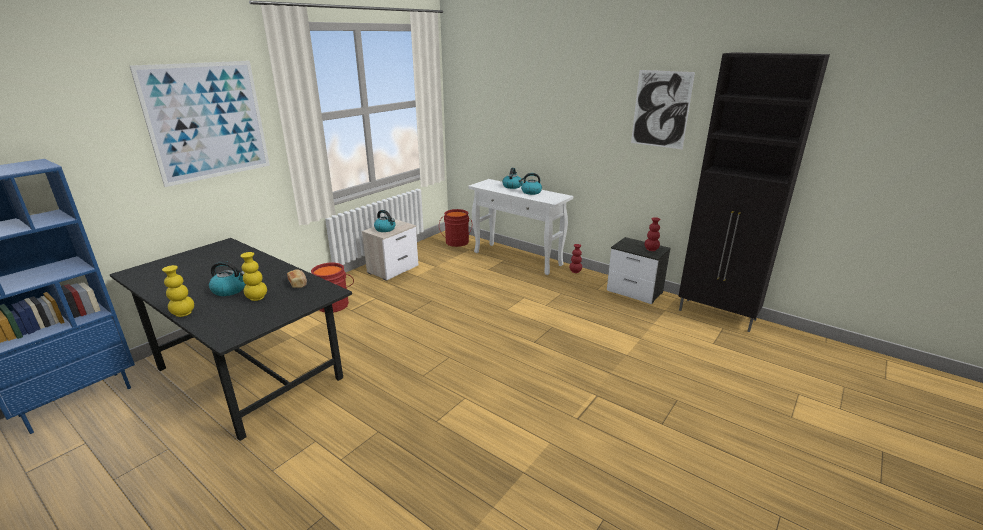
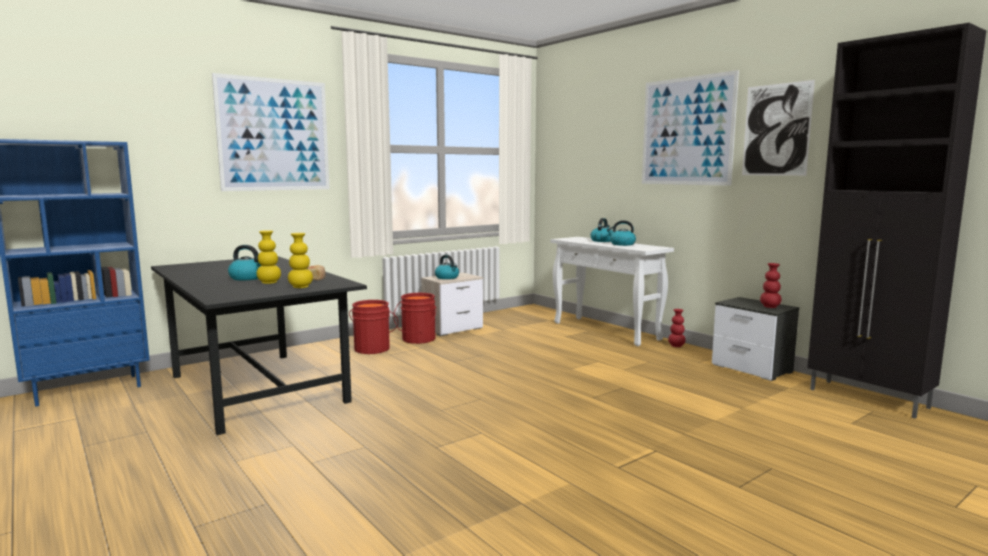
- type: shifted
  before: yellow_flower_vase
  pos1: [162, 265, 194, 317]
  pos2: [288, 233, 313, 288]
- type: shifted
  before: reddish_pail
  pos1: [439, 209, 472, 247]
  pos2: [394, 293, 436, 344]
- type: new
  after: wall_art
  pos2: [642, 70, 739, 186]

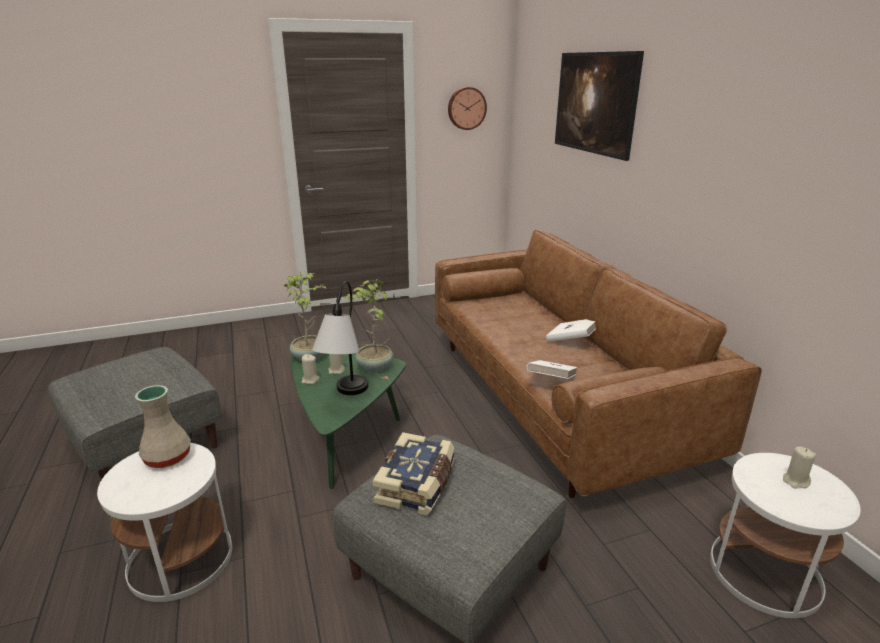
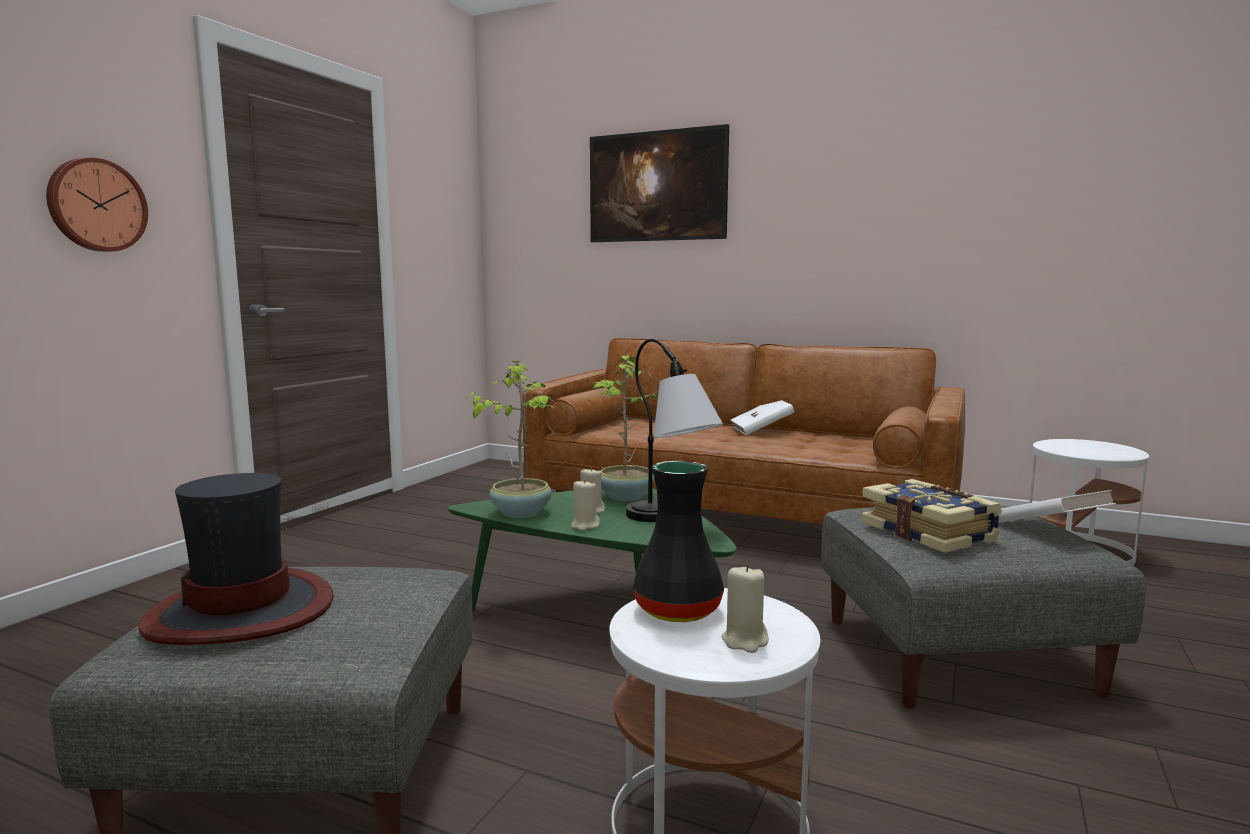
- type: repainted
  before: sand-coloured_flower_vase
  after: black-coloured_flower_vase
  pos1: [135, 385, 191, 468]
  pos2: [633, 461, 724, 622]
- type: shifted
  before: hanging_clock
  pos1: [448, 87, 487, 130]
  pos2: [46, 157, 148, 252]
- type: shifted
  before: whitish_book
  pos1: [527, 360, 578, 379]
  pos2: [998, 490, 1116, 523]
- type: shifted
  before: sand-coloured_wax_candle
  pos1: [783, 447, 816, 489]
  pos2: [722, 564, 769, 653]
- type: new
  after: hat
  pos2: [138, 473, 334, 645]

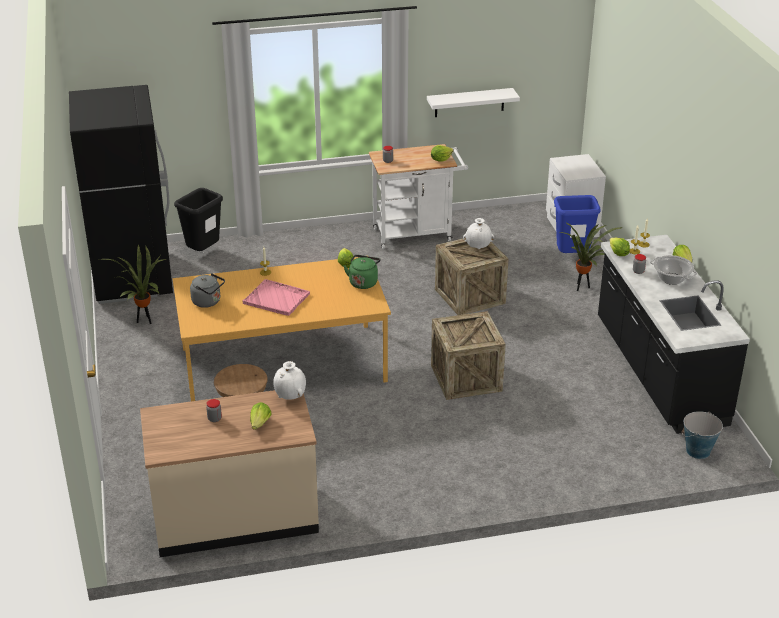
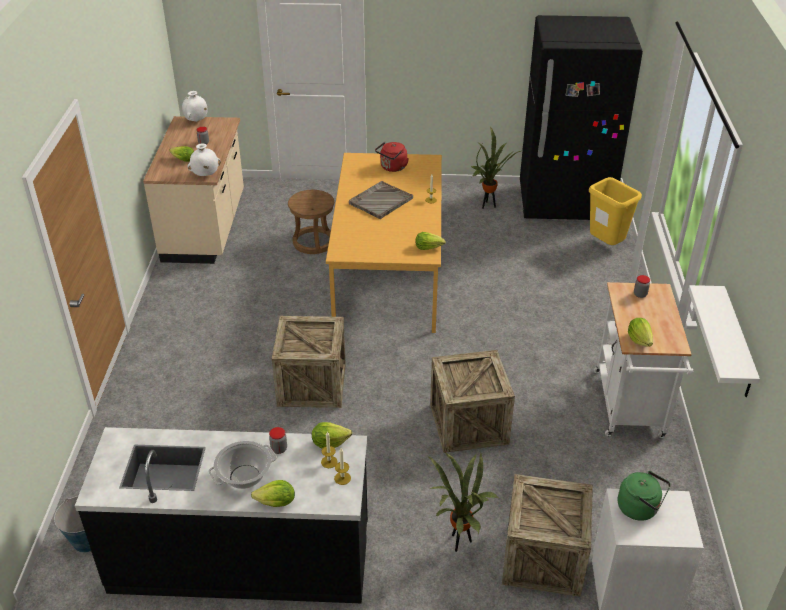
- type: repainted
  before: black-coloured_trash_can
  after: yellow_trash_can
  pos1: [174, 188, 223, 251]
  pos2: [589, 177, 642, 245]
- type: repainted
  before: greyish_water_kettle
  after: reddish_water_kettle
  pos1: [190, 273, 225, 308]
  pos2: [375, 142, 409, 172]
- type: repainted
  before: pink_serving_tray
  after: greyish_serving_tray
  pos1: [243, 279, 310, 316]
  pos2: [349, 181, 413, 219]
- type: shifted
  before: green-coloured_water_kettle
  pos1: [343, 255, 381, 289]
  pos2: [618, 471, 671, 521]
- type: shifted
  before: whitish_flower_vase
  pos1: [463, 218, 494, 249]
  pos2: [182, 91, 207, 122]
- type: swapped
  before: bluish_trash_can
  after: packing_crate
  pos1: [554, 195, 601, 253]
  pos2: [502, 474, 593, 597]

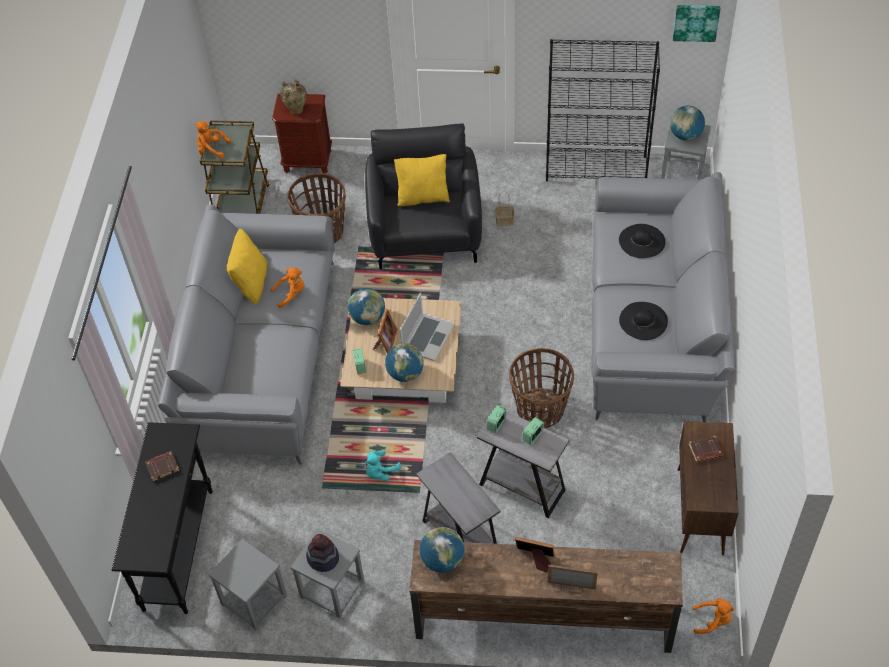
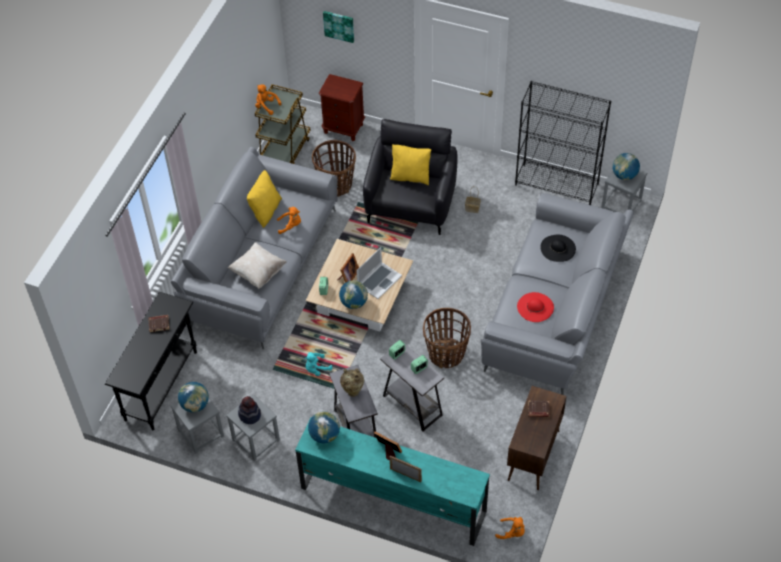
- type: shifted
  before: sand-coloured_flower_vase
  pos1: [280, 79, 307, 114]
  pos2: [340, 368, 364, 397]
- type: shifted
  before: world_globe
  pos1: [348, 288, 385, 325]
  pos2: [178, 382, 209, 412]
- type: repainted
  before: brown-coloured_tv_unit
  after: turquoise-coloured_tv_unit
  pos1: [409, 540, 683, 653]
  pos2: [295, 417, 490, 546]
- type: repainted
  before: black-coloured_hat
  after: reddish_hat
  pos1: [619, 302, 668, 340]
  pos2: [517, 292, 554, 322]
- type: shifted
  before: wall_art
  pos1: [673, 5, 720, 42]
  pos2: [323, 11, 354, 43]
- type: new
  after: sand-coloured_cushion
  pos2: [228, 242, 287, 289]

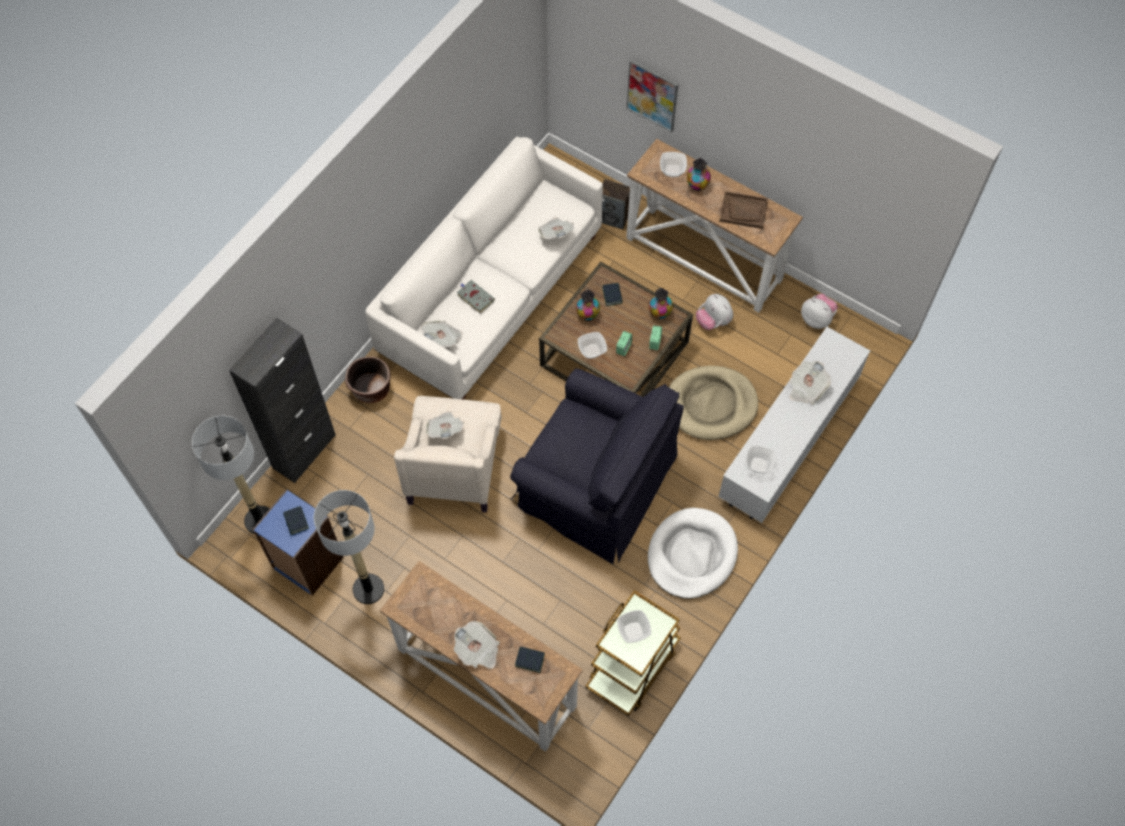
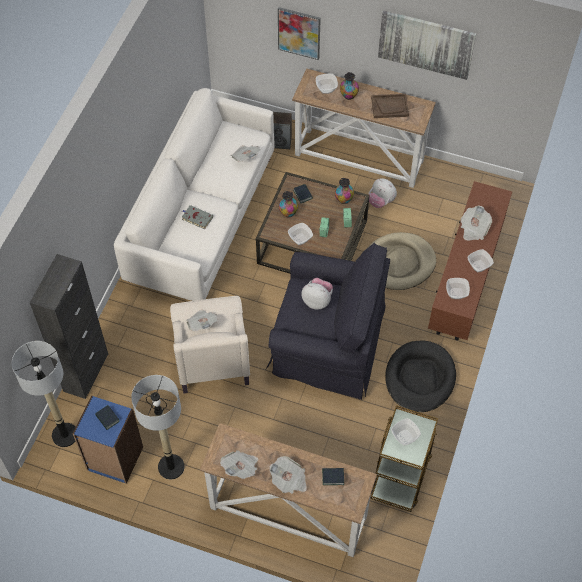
- type: gone
  before: brown-coloured_flower_pot
  pos1: [345, 357, 391, 403]
- type: shifted
  before: newspaper
  pos1: [421, 321, 463, 347]
  pos2: [220, 450, 258, 479]
- type: repainted
  before: whitish_dog_cushion
  after: black-coloured_dog_cushion
  pos1: [648, 508, 738, 599]
  pos2: [385, 341, 456, 412]
- type: repainted
  before: whitish_tv_unit
  after: brown-coloured_tv_unit
  pos1: [718, 327, 870, 523]
  pos2: [428, 181, 512, 340]
- type: shifted
  before: soft_toy
  pos1: [801, 294, 838, 329]
  pos2: [302, 278, 333, 310]
- type: new
  after: wall_art
  pos2: [378, 10, 476, 80]
- type: new
  after: deep_dish
  pos2: [467, 249, 494, 272]

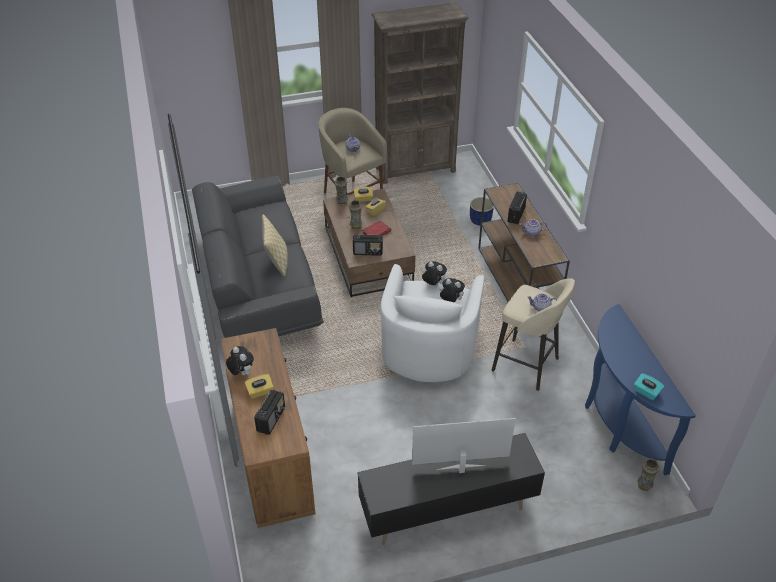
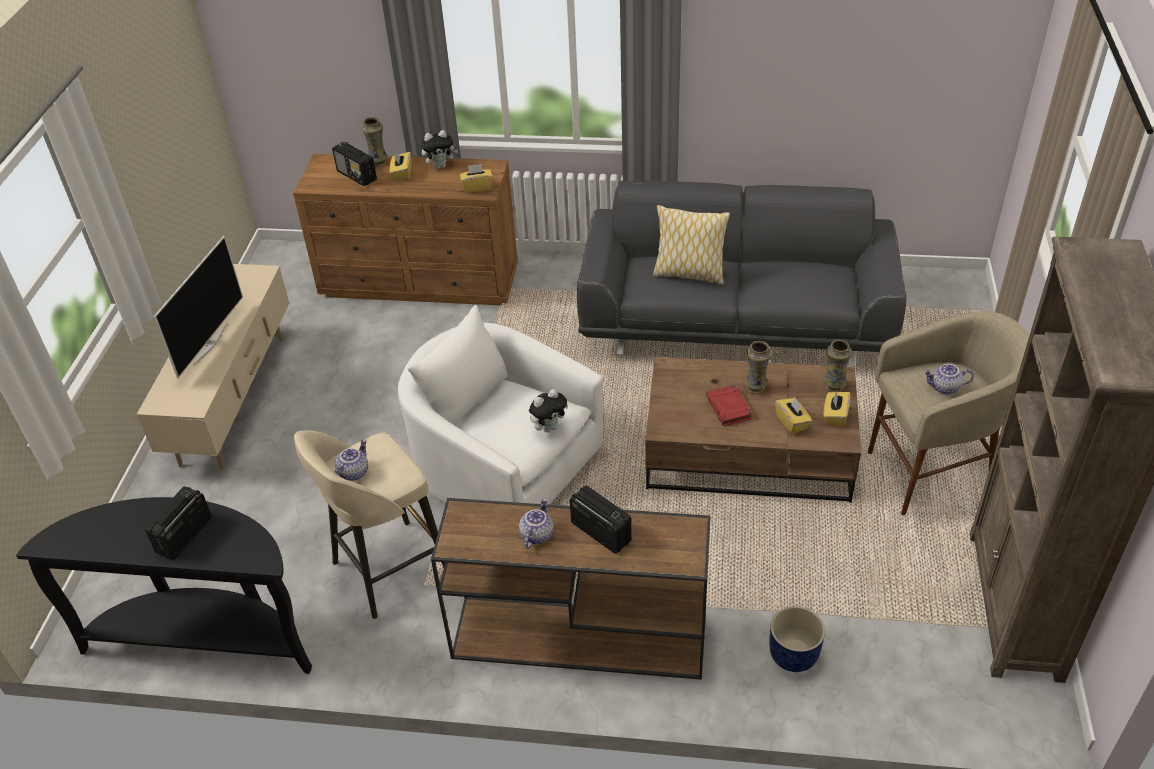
- type: shifted
  before: radio_receiver
  pos1: [353, 234, 383, 256]
  pos2: [145, 486, 212, 560]
- type: repainted
  before: black-coloured_tv_unit
  after: sand-coloured_tv_unit
  pos1: [357, 433, 545, 545]
  pos2: [137, 264, 289, 470]
- type: gone
  before: soft_toy
  pos1: [439, 278, 465, 302]
- type: repainted
  before: bluish_console_table
  after: black-coloured_console_table
  pos1: [585, 304, 696, 475]
  pos2: [16, 497, 312, 674]
- type: gone
  before: turquoise-coloured_tissue_box
  pos1: [634, 373, 664, 400]
- type: shifted
  before: flower_vase
  pos1: [638, 458, 659, 491]
  pos2: [362, 117, 387, 167]
- type: new
  after: yellow_tissue_box
  pos2: [460, 164, 493, 193]

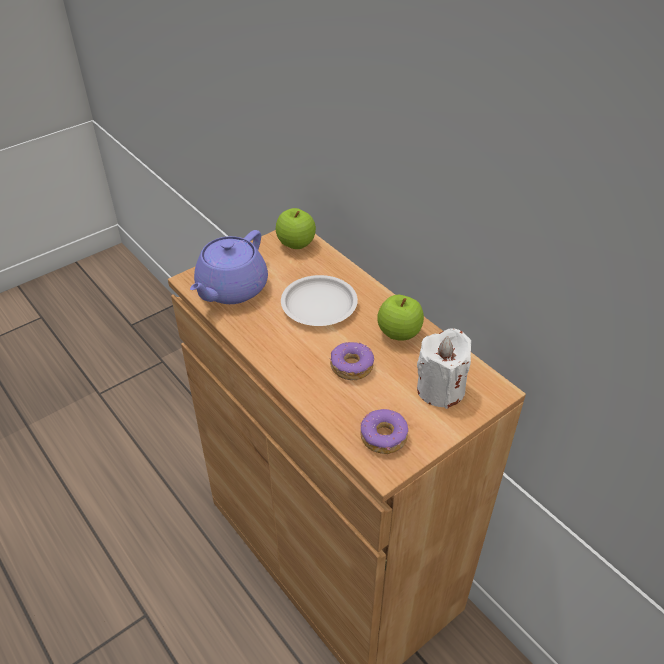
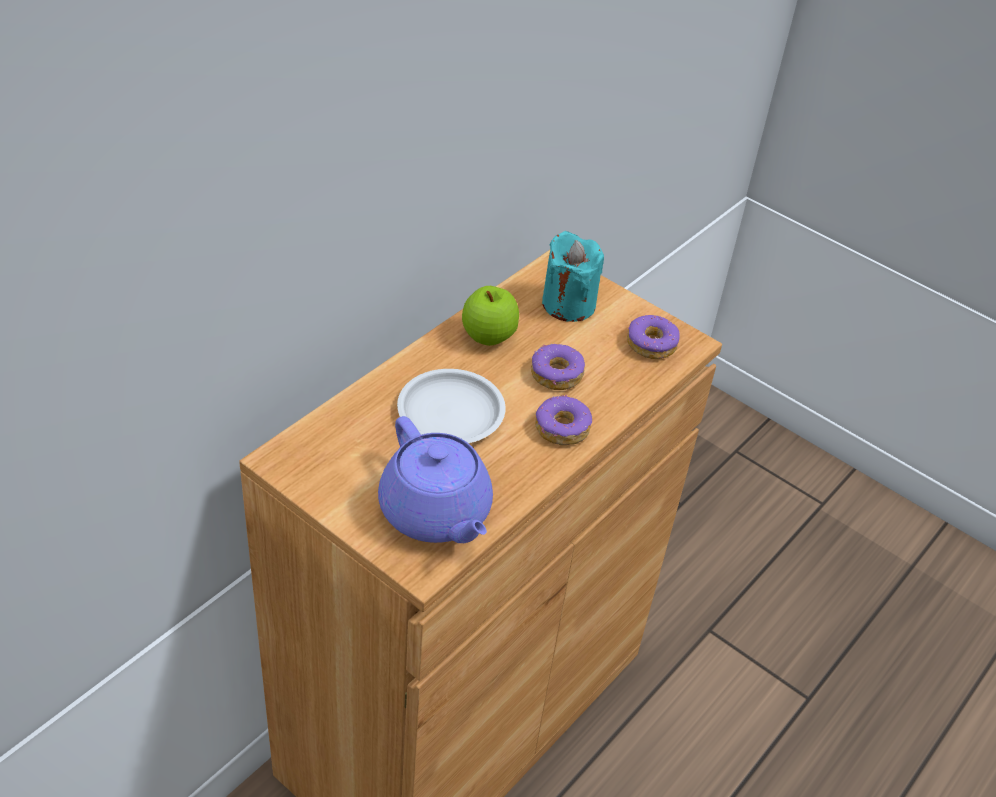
- type: rotated
  before: purple-coloured_teapot
  pos1: [190, 230, 268, 304]
  pos2: [378, 416, 493, 543]
  turn: 45
- type: gone
  before: apple_fruit
  pos1: [276, 208, 316, 249]
- type: repainted
  before: whitish_wax_candle
  after: turquoise-coloured_wax_candle
  pos1: [417, 328, 471, 409]
  pos2: [542, 231, 604, 322]
- type: new
  after: donut
  pos2: [535, 395, 592, 445]

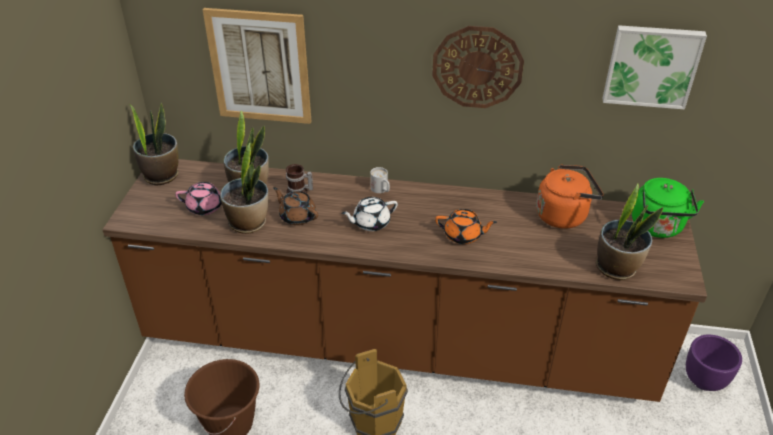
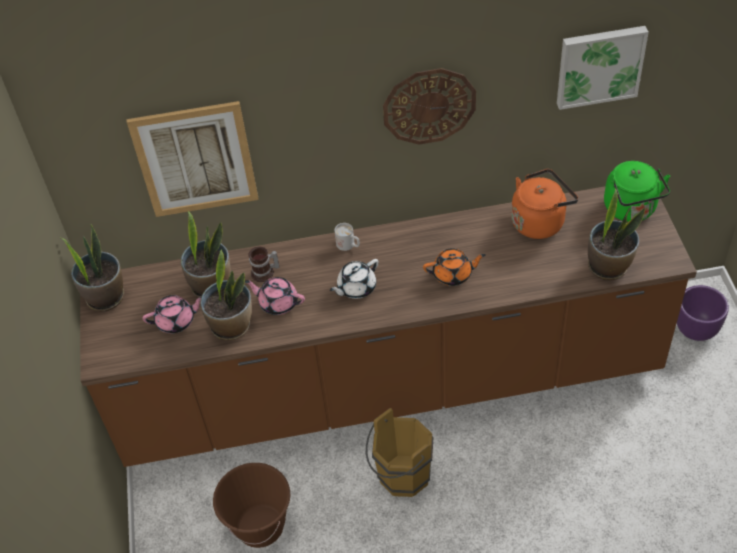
- type: repainted
  before: brown-coloured_teapot
  after: pink_teapot
  pos1: [273, 187, 318, 225]
  pos2: [245, 277, 305, 315]

